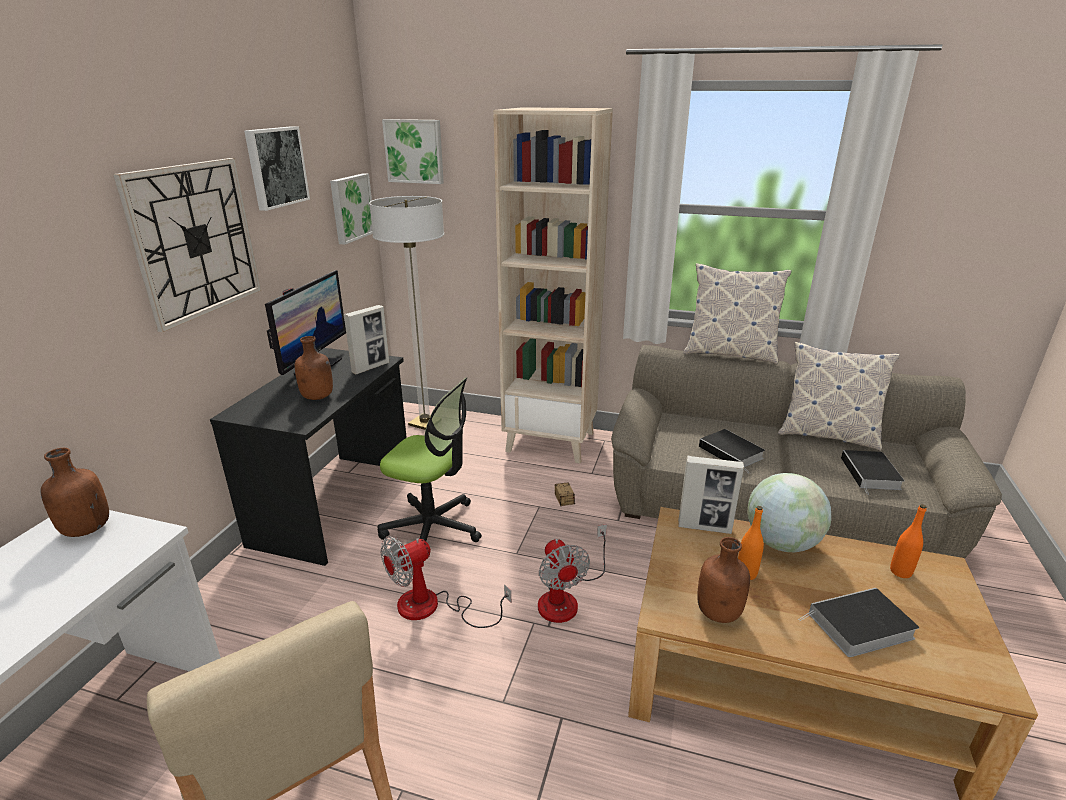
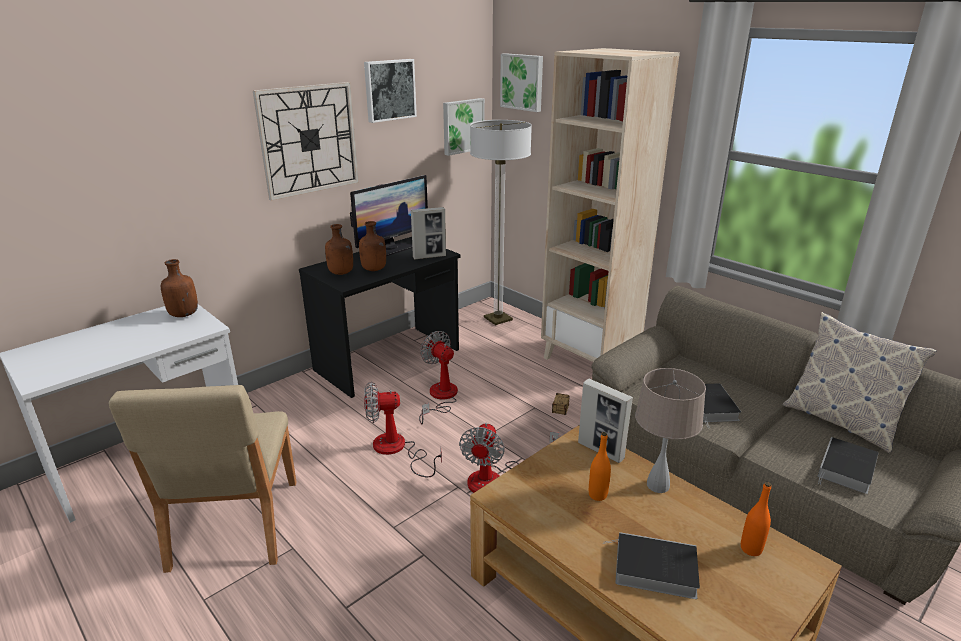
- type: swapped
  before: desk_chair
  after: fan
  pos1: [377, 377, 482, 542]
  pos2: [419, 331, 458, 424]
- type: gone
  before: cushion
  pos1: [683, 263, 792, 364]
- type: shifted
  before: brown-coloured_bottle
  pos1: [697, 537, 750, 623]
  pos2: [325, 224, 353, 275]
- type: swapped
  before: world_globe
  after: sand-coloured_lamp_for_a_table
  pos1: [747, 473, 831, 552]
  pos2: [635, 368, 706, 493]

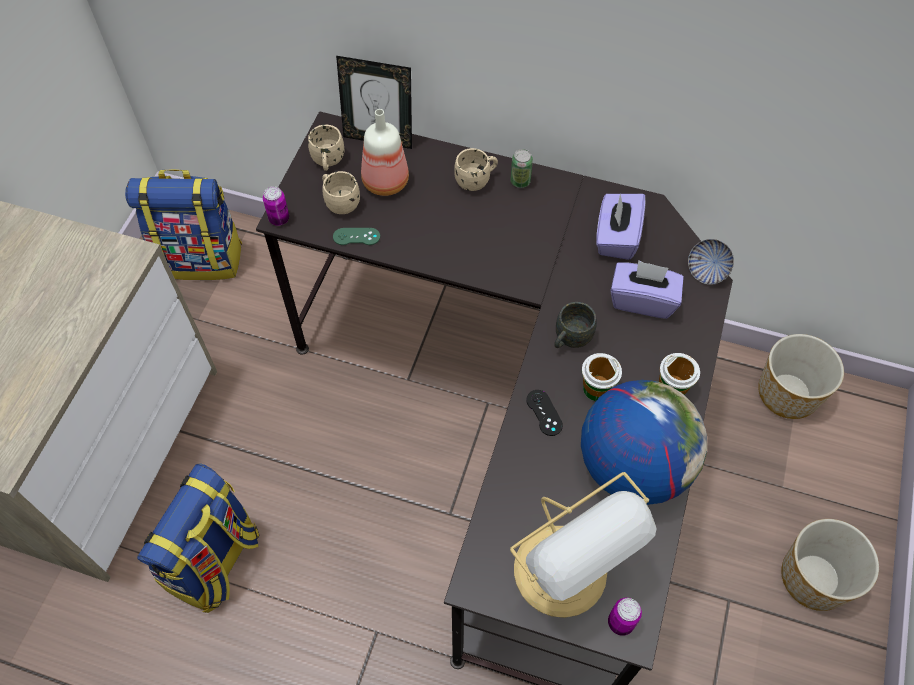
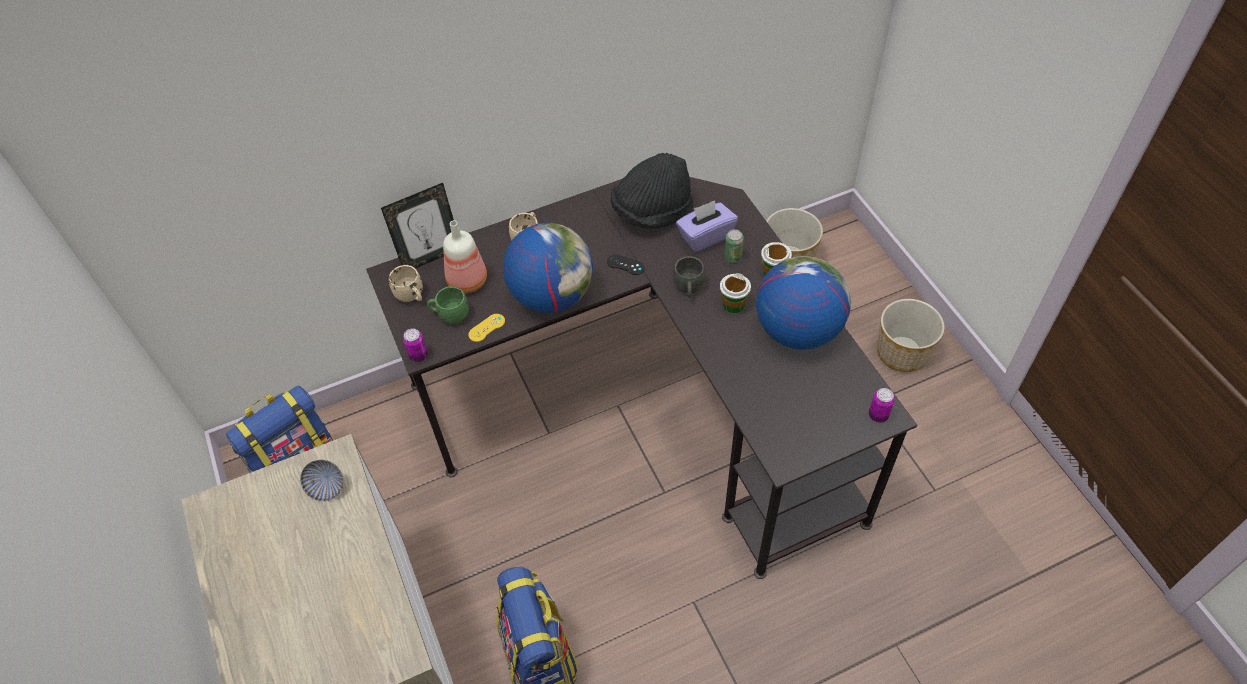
- type: repainted
  before: sand-coloured_coffee_mug
  after: green-coloured_coffee_mug
  pos1: [322, 171, 360, 214]
  pos2: [427, 286, 469, 324]
- type: repainted
  before: green-coloured_gamepad
  after: yellow_gamepad
  pos1: [333, 228, 380, 245]
  pos2: [468, 314, 505, 342]
- type: shifted
  before: sealed_can
  pos1: [510, 149, 533, 188]
  pos2: [724, 229, 744, 263]
- type: gone
  before: lamp_for_a_table
  pos1: [510, 472, 657, 618]
- type: shifted
  before: black-coloured_gamepad
  pos1: [526, 390, 563, 436]
  pos2: [607, 254, 645, 275]
- type: swapped
  before: purple-coloured_tissue_box
  after: black-coloured_hat
  pos1: [596, 194, 646, 260]
  pos2: [611, 153, 693, 229]
- type: shifted
  before: deep_dish
  pos1: [688, 239, 734, 285]
  pos2: [300, 460, 343, 501]
- type: new
  after: world_globe
  pos2: [503, 223, 593, 313]

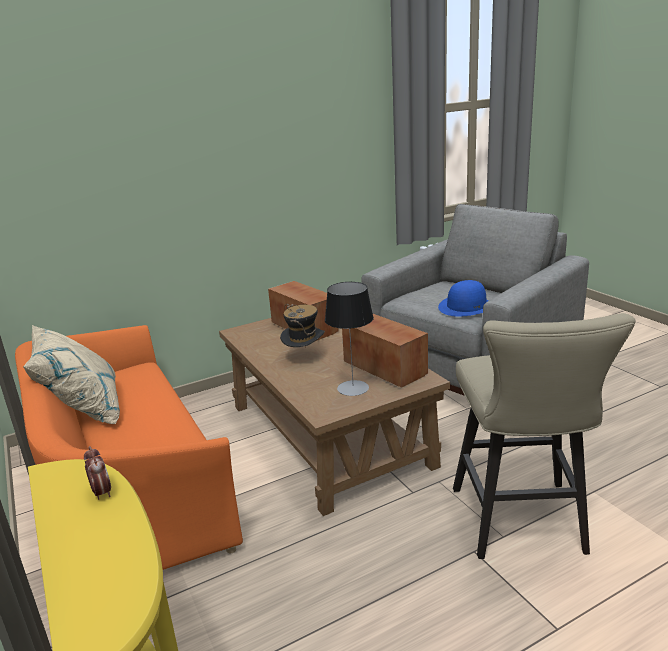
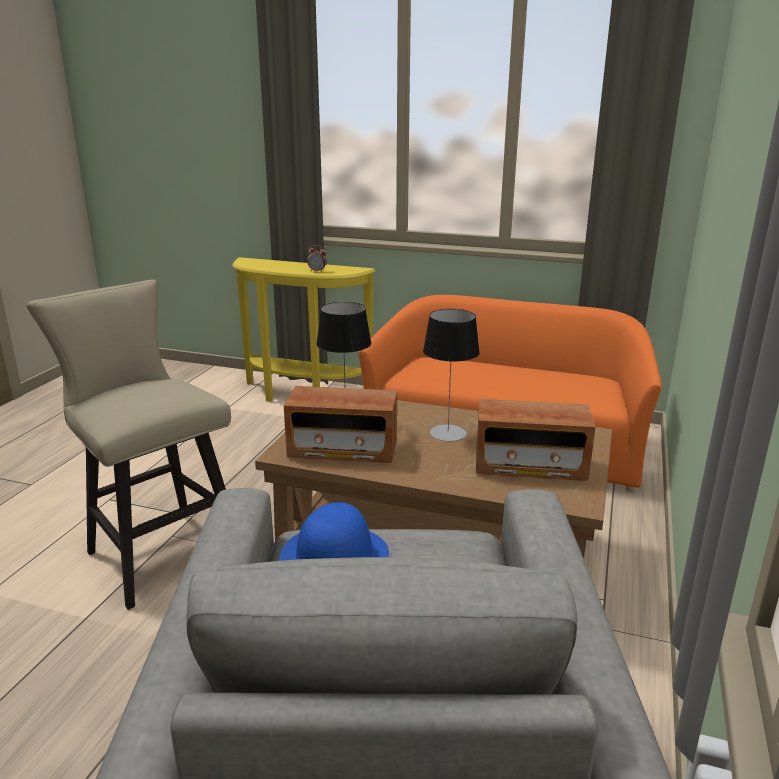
- type: gone
  before: sand-coloured_cushion
  pos1: [23, 325, 120, 424]
- type: swapped
  before: hat
  after: lamp_for_a_table
  pos1: [280, 304, 325, 348]
  pos2: [423, 309, 480, 441]

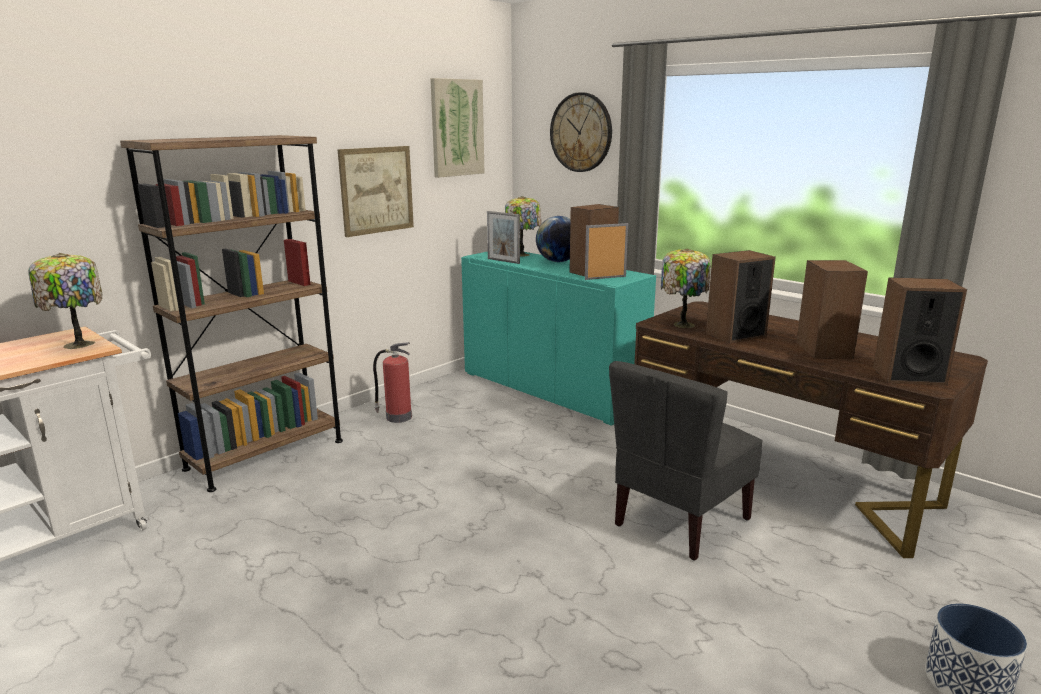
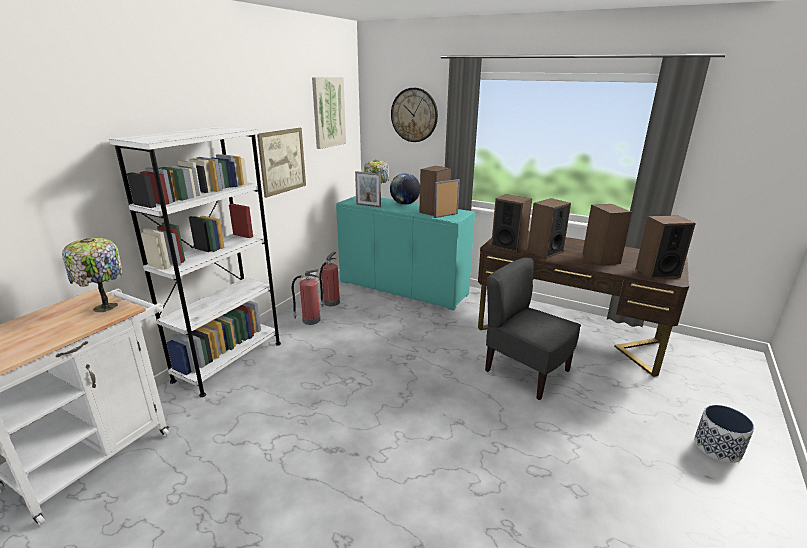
- type: repainted
  before: brown-coloured_bookshelf
  after: whitish_bookshelf
  pos1: [120, 135, 343, 492]
  pos2: [109, 126, 281, 397]
- type: rotated
  before: greyish_plain_chair
  pos1: [609, 361, 763, 560]
  pos2: [485, 257, 581, 400]
  turn: 105
- type: swapped
  before: lamp_for_a_table
  after: audio_speaker
  pos1: [661, 249, 711, 328]
  pos2: [491, 194, 532, 253]
- type: new
  after: extinguisher
  pos2: [319, 252, 340, 307]

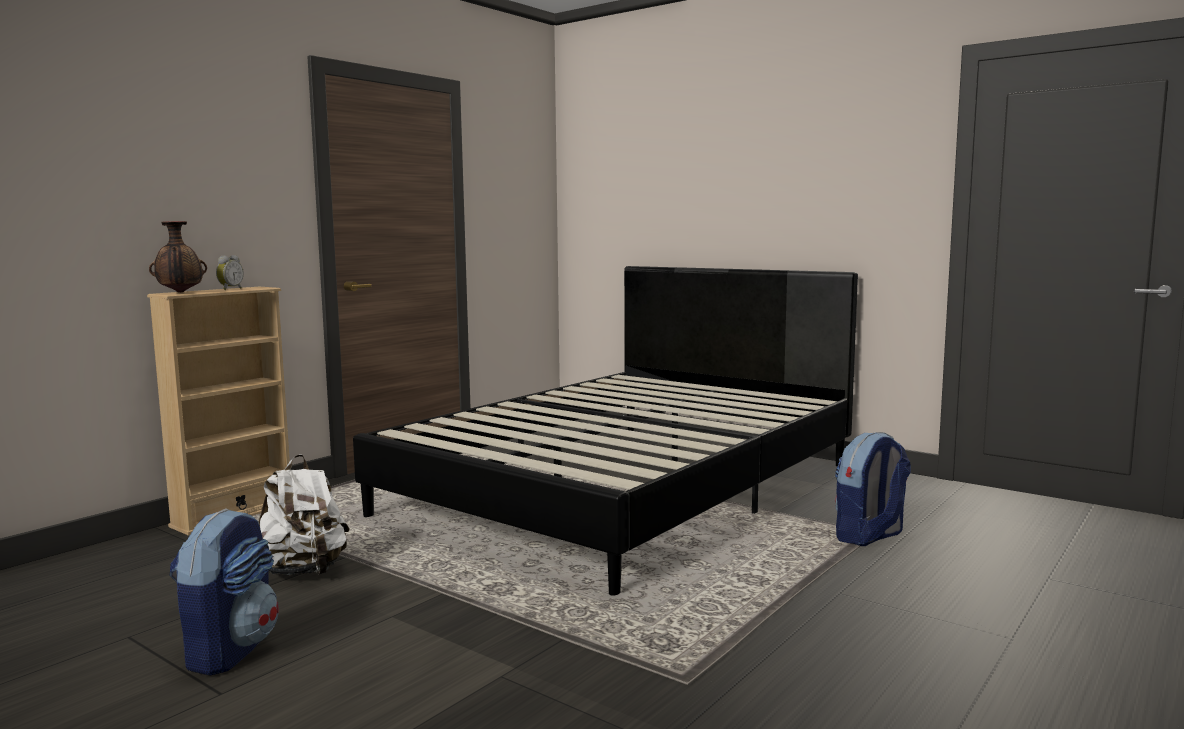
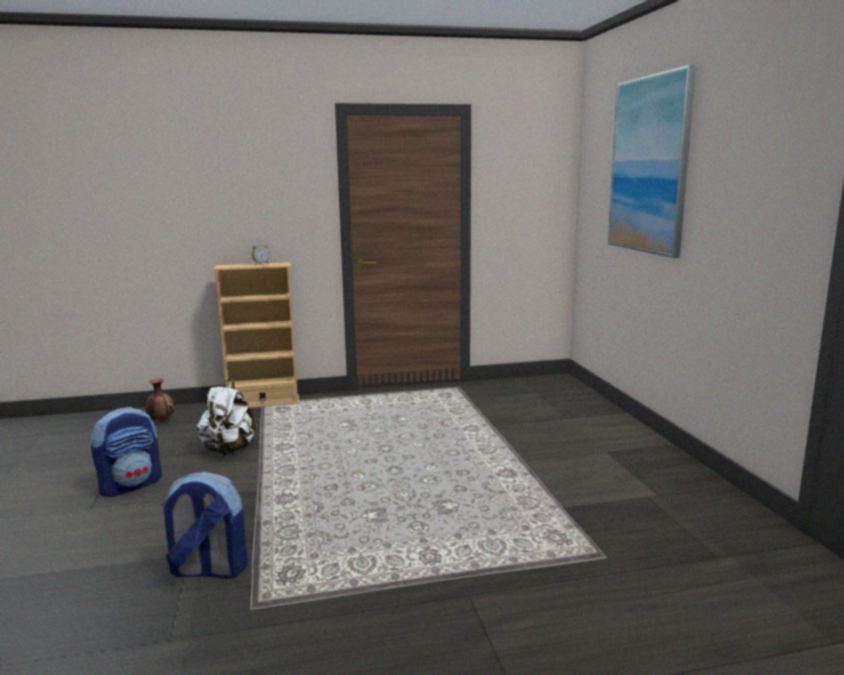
- type: shifted
  before: flower_vase
  pos1: [149, 221, 207, 293]
  pos2: [146, 378, 175, 422]
- type: gone
  before: black-coloured_bed
  pos1: [353, 266, 858, 596]
- type: shifted
  before: backpack
  pos1: [835, 432, 911, 546]
  pos2: [162, 472, 248, 579]
- type: new
  after: wall_art
  pos2: [608, 64, 696, 258]

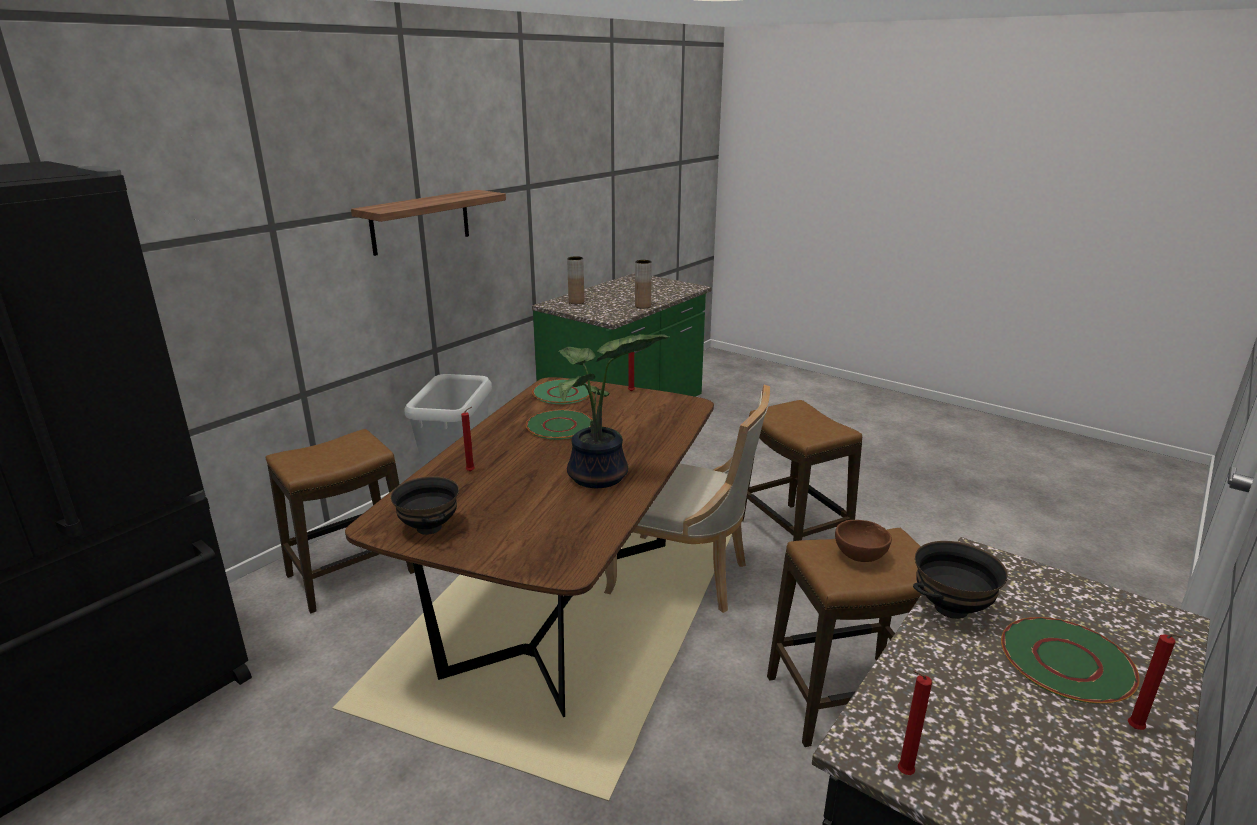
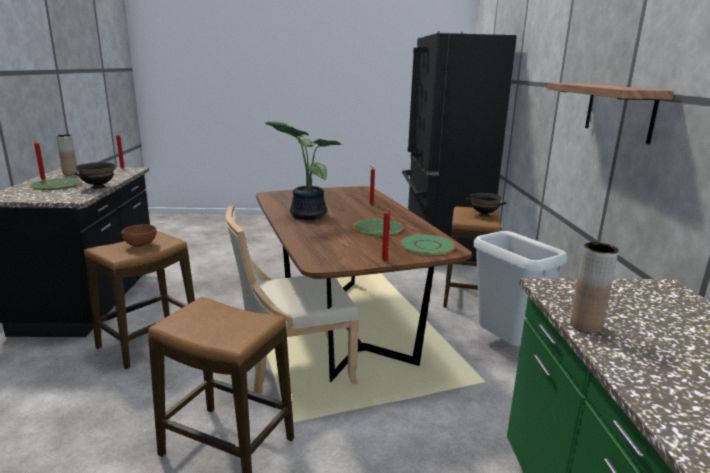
- type: shifted
  before: black-coloured_deep_dish
  pos1: [390, 476, 459, 535]
  pos2: [465, 193, 507, 217]
- type: shifted
  before: brown-coloured_flower_vase
  pos1: [567, 256, 584, 304]
  pos2: [56, 134, 78, 175]

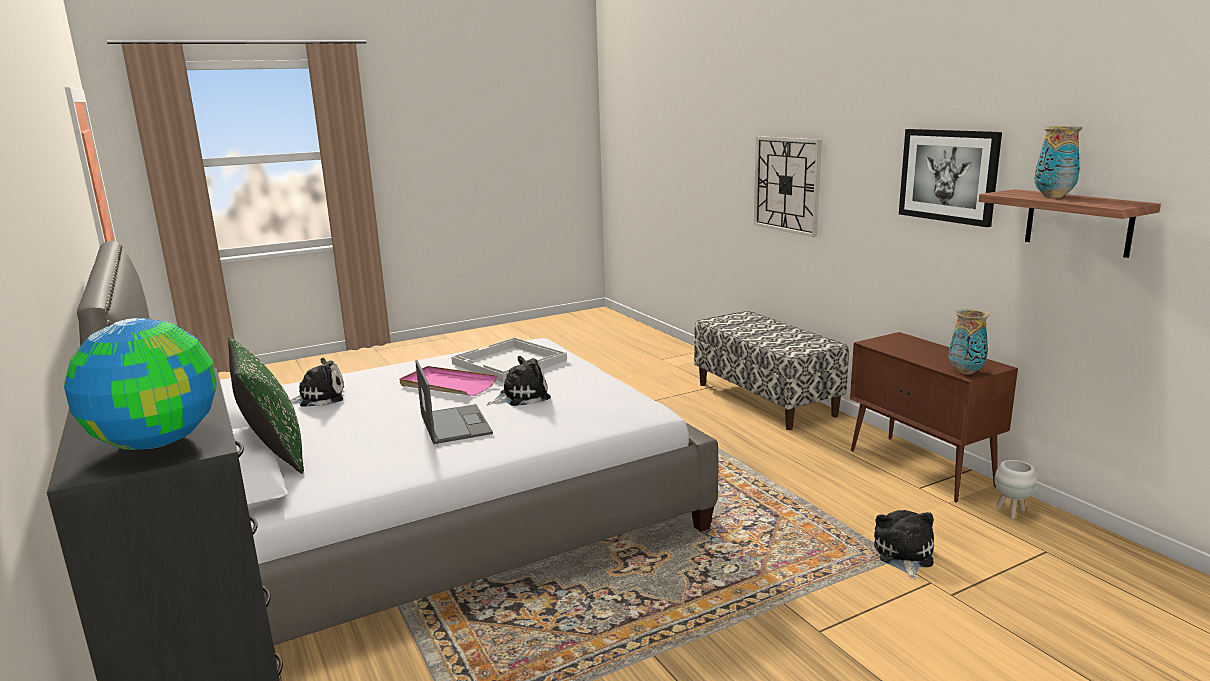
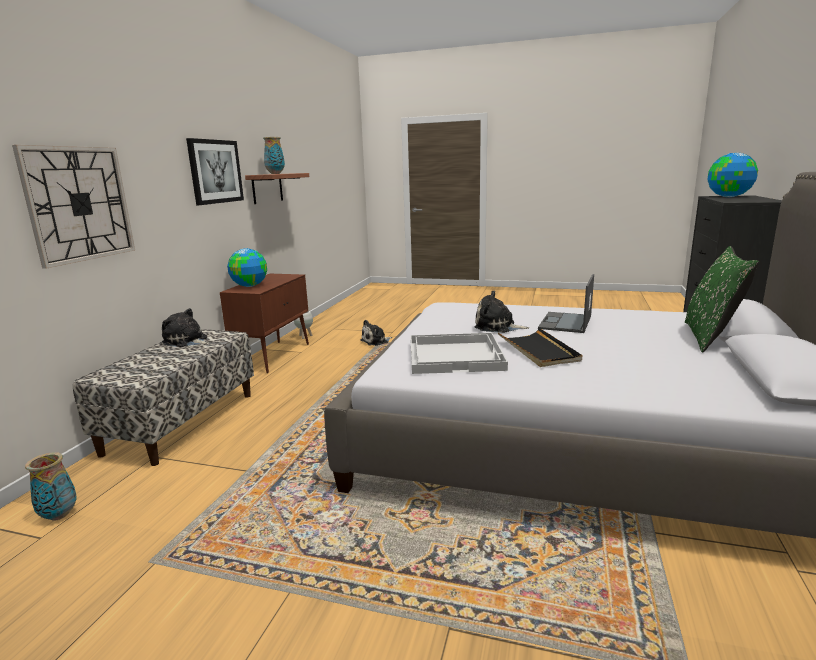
- type: shifted
  before: soft_toy
  pos1: [290, 358, 344, 407]
  pos2: [162, 308, 210, 347]
- type: repainted
  before: pink_serving_tray
  after: black-coloured_serving_tray
  pos1: [400, 366, 497, 396]
  pos2: [498, 328, 582, 367]
- type: shifted
  before: flower_vase
  pos1: [949, 309, 989, 375]
  pos2: [25, 452, 77, 520]
- type: new
  after: world_globe
  pos2: [227, 248, 267, 287]

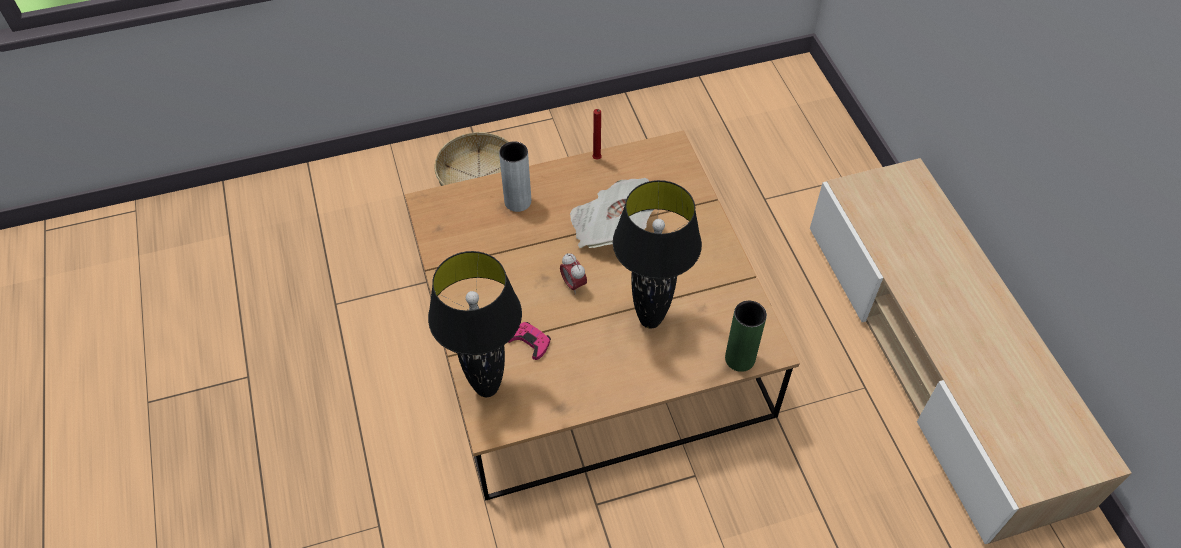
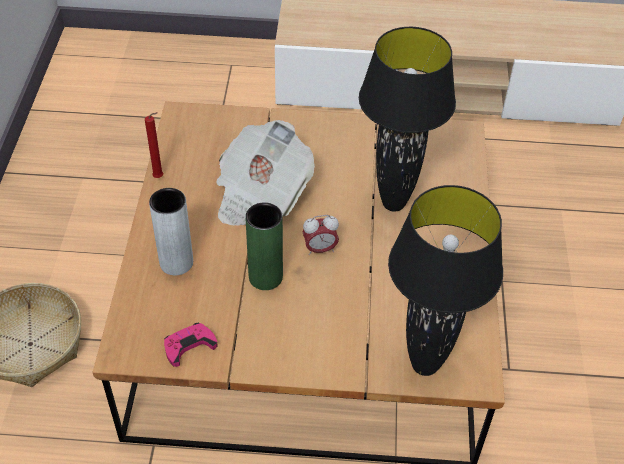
- type: shifted
  before: pink_gamepad
  pos1: [509, 322, 551, 360]
  pos2: [164, 323, 218, 367]
- type: shifted
  before: green-coloured_flower_vase
  pos1: [725, 301, 767, 372]
  pos2: [245, 202, 283, 290]

